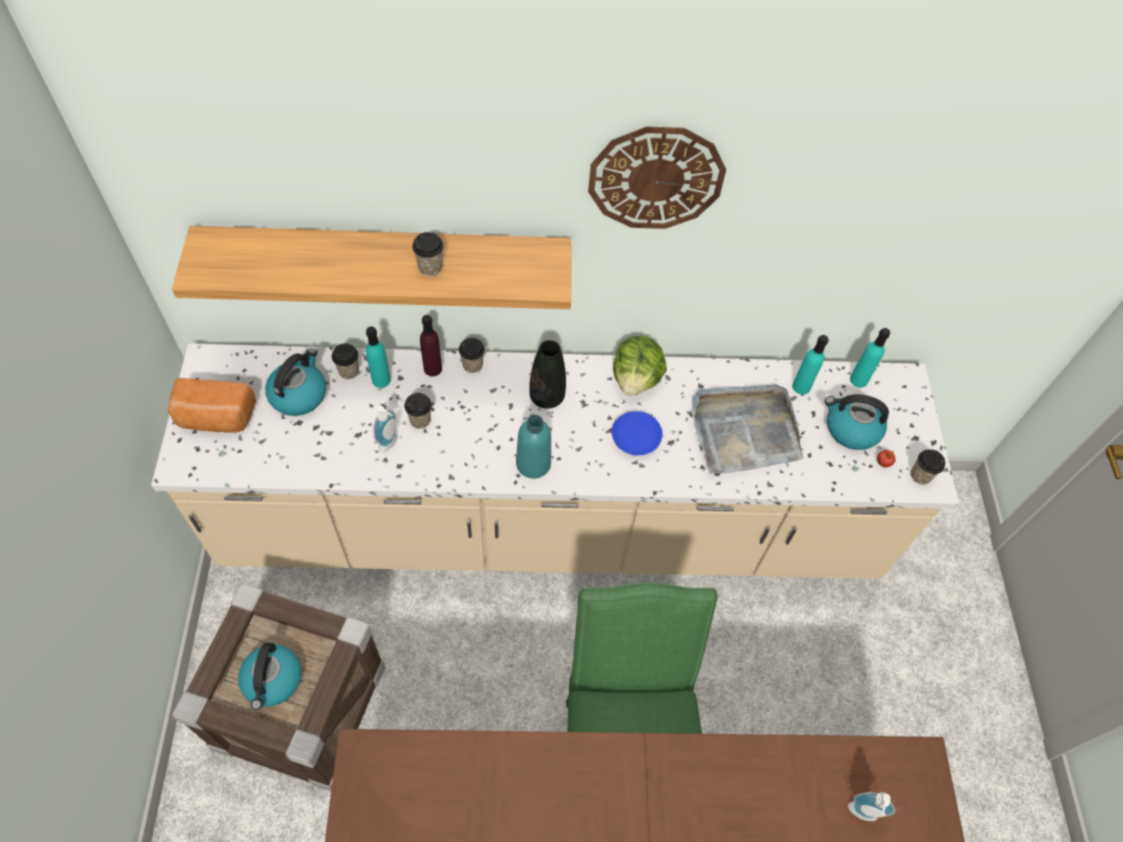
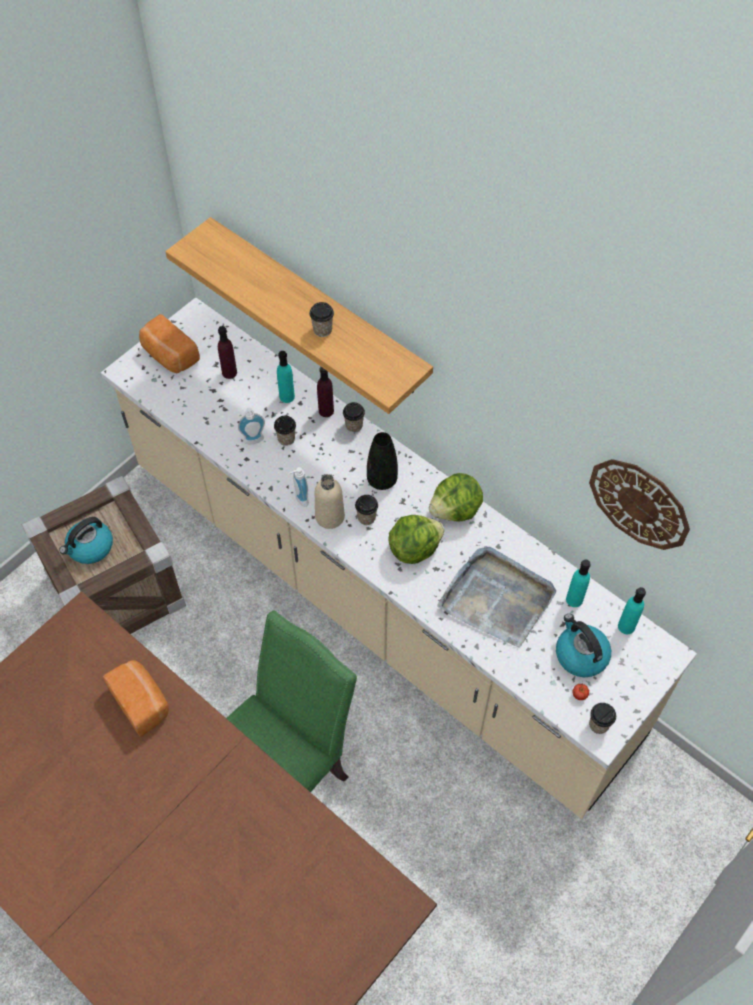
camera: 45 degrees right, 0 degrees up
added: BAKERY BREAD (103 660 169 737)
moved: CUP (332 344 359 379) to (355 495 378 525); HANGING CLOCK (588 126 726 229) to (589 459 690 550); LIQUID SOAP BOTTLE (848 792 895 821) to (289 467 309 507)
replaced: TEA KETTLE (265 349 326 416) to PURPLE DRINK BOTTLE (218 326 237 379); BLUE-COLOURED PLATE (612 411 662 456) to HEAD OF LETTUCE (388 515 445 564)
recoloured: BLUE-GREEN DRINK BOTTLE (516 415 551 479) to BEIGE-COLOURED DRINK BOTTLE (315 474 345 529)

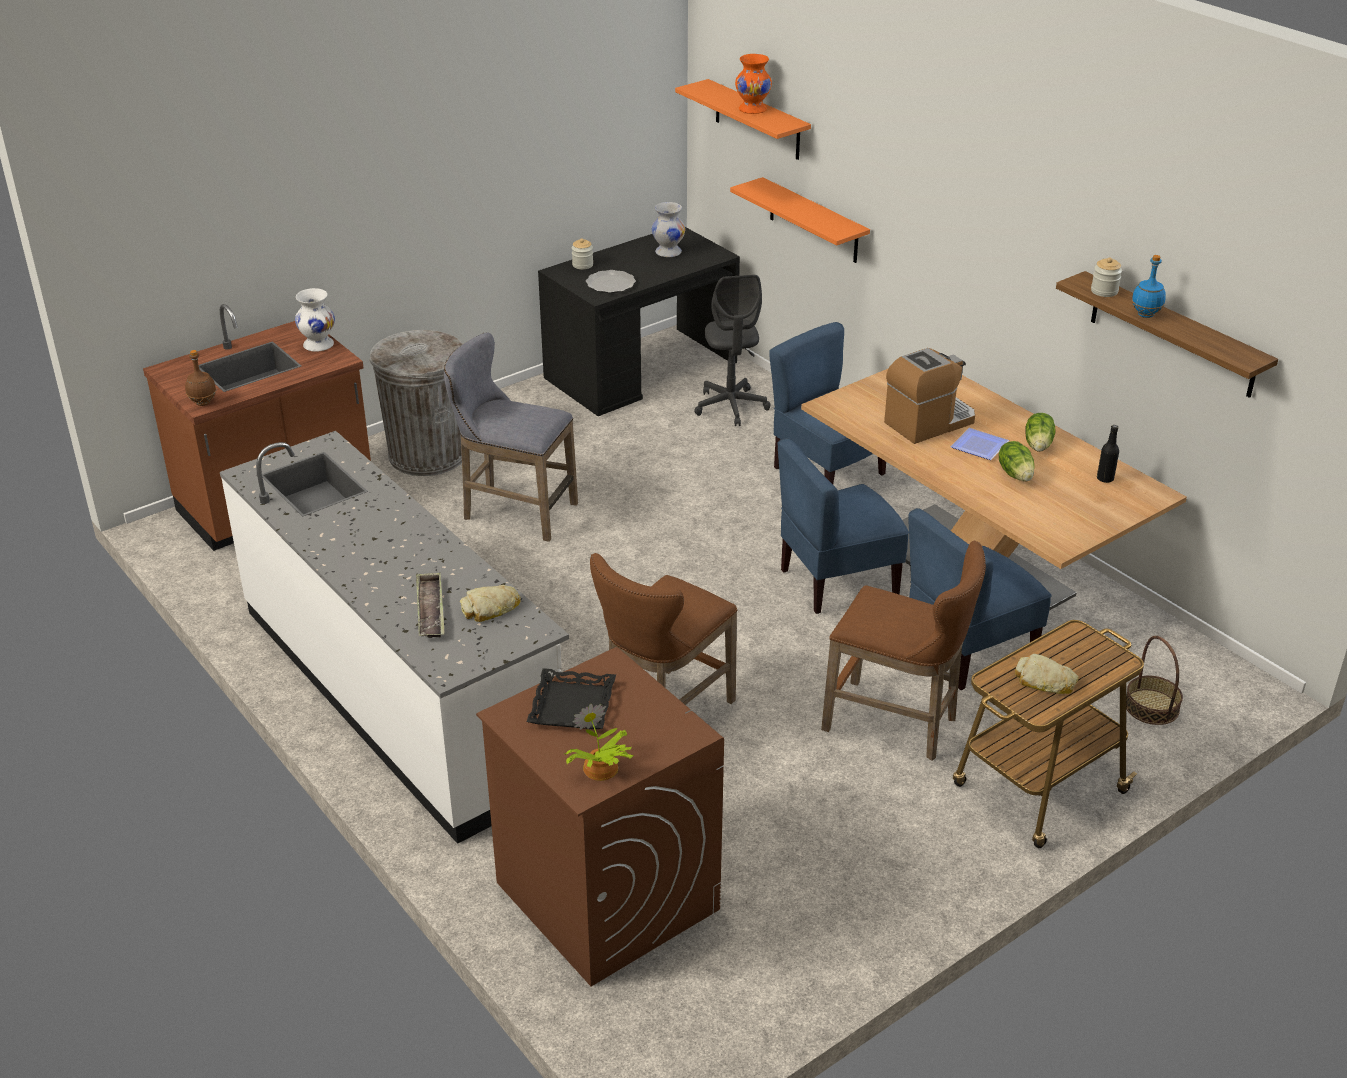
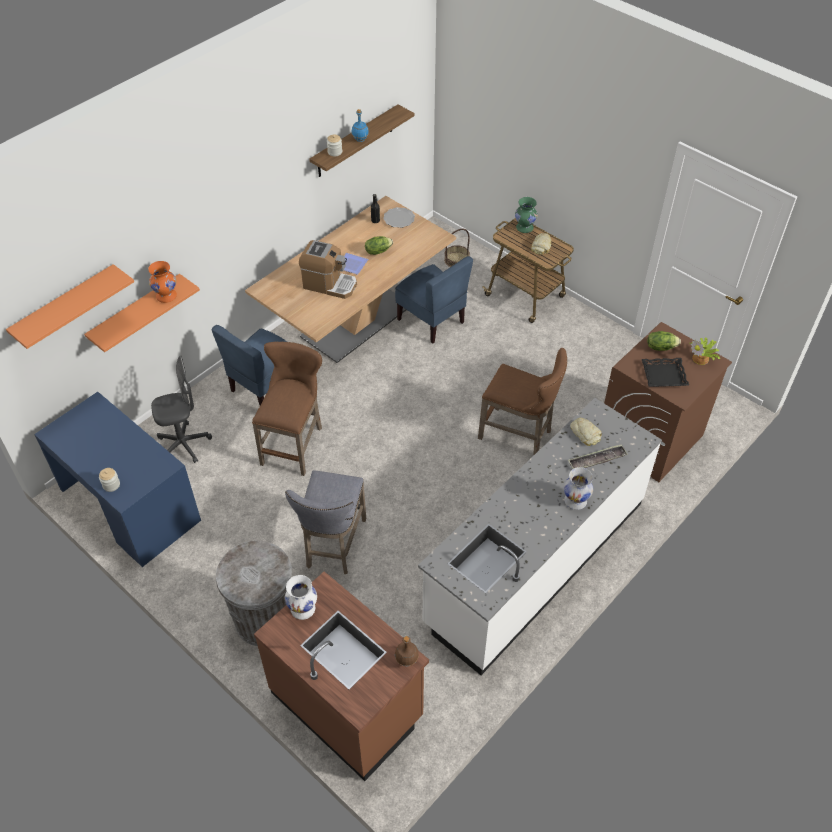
camera: 100 degrees left, 15 degrees up
removed: BLUE-COLOURED UPRIGHT CHAIR (778 438 909 614)
added: GREENISH VASE (515 197 538 233)
moved: PLATE (586 270 636 293) to (383 207 415 228); WHITE-COLOURED VASE (651 202 685 257) to (564 467 593 510); ORANGEY VASE (735 54 772 114) to (148 261 177 303); BROWN SITTING STOOL (821 541 986 761) to (252 342 322 476); HEAD OF LETTUCE (1026 413 1056 452) to (647 331 681 351)
recoloured: BLACK DESK (538 227 740 416) to BLUE-COLOURED DESK (34 392 201 567)
turned: COFFEE MAKER (884 348 975 444) = (299 240 357 299) 150 degrees clockwise

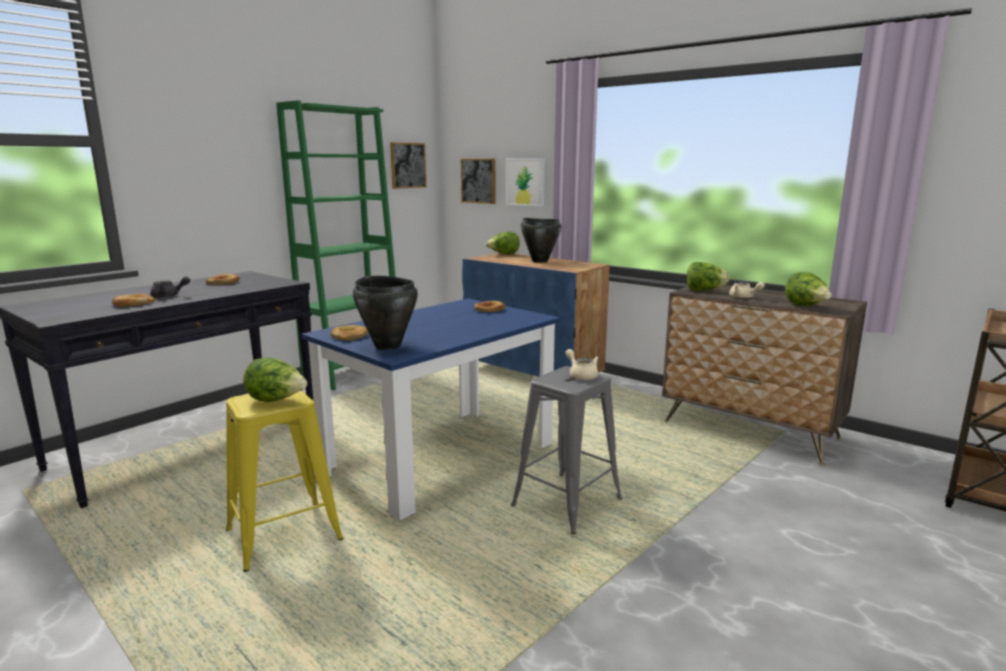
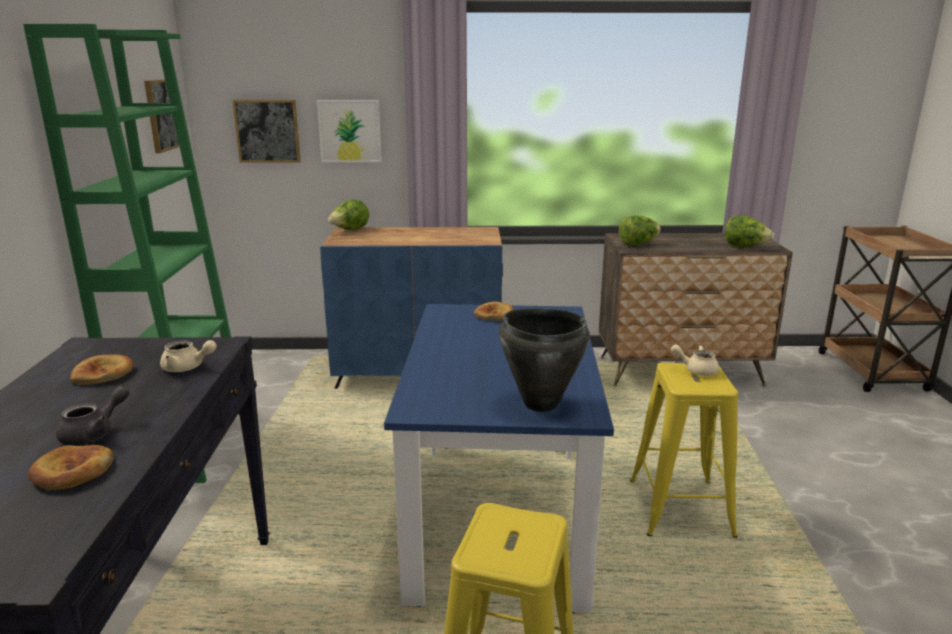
camera: 40 degrees left, 5 degrees up
removed: HEAD OF LETTUCE (243 358 307 402); BAKERY BREAD (330 325 369 341); BLACK COOKING POT (521 218 561 263)
moved: BEIGE-COLOURED TEAPOT (729 282 765 298) to (160 340 217 372)
recoloured: GREY SITTING STOOL (511 366 622 534) to YELLOWISH SITTING STOOL (630 363 738 538)

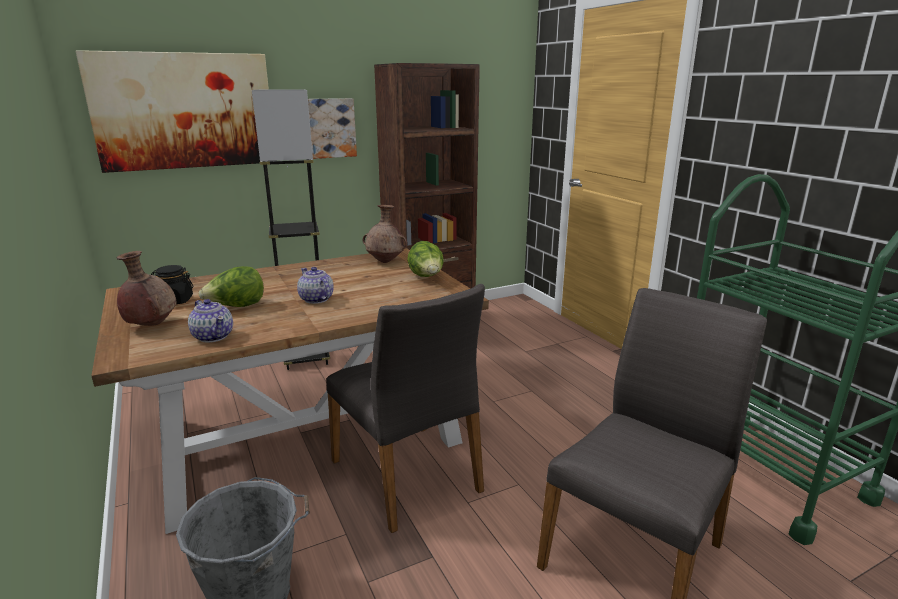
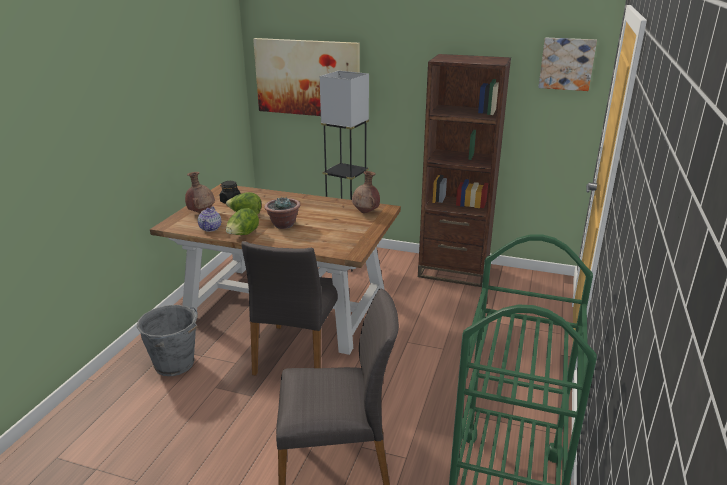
camera: 45 degrees right, 5 degrees up
moved: WALL ART (308 98 357 159) to (538 38 597 91); HEAD OF LETTUCE (407 241 444 277) to (226 208 259 235)
replaced: TEAPOT (297 267 334 304) to HOUSEPLANT (264 196 300 229)

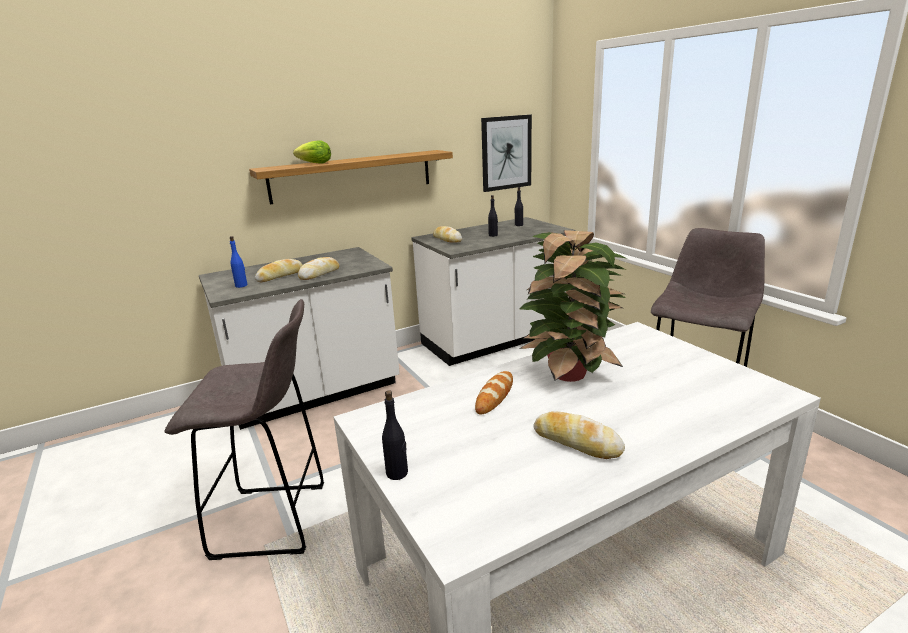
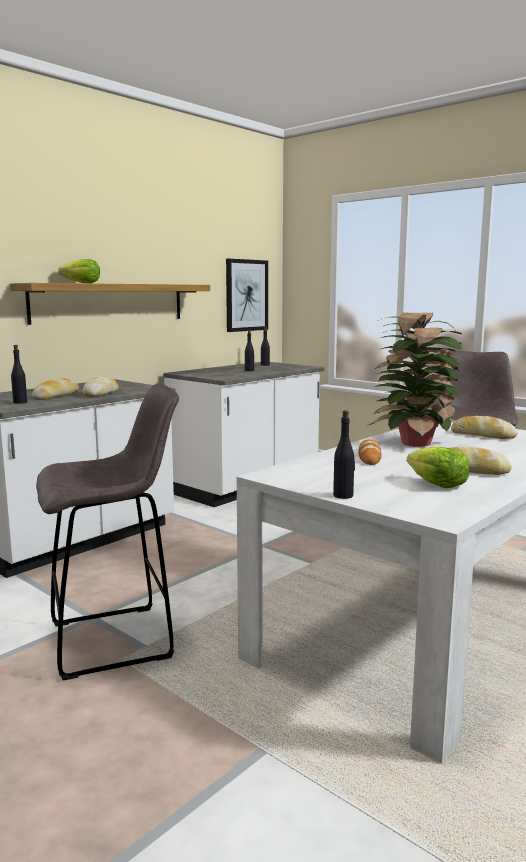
camera: 20 degrees left, 10 degrees down
added: HEAD OF LETTUCE (407 447 469 488)
moved: BAKERY BREAD (433 226 462 243) to (451 416 518 439)
recoloured: BLUE-COLOURED DRINK BOTTLE (230 236 248 288) to BLACK DRINK BOTTLE (11 345 27 404)

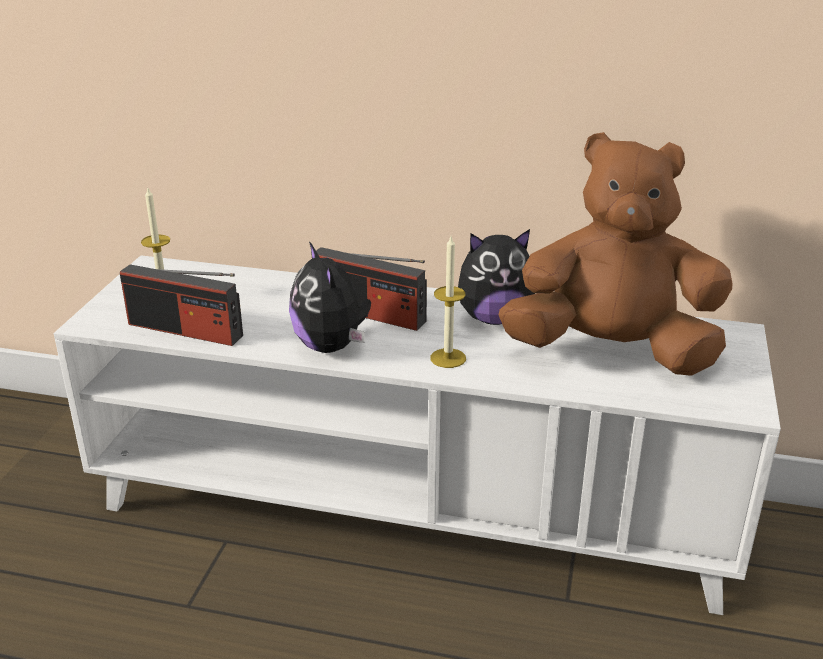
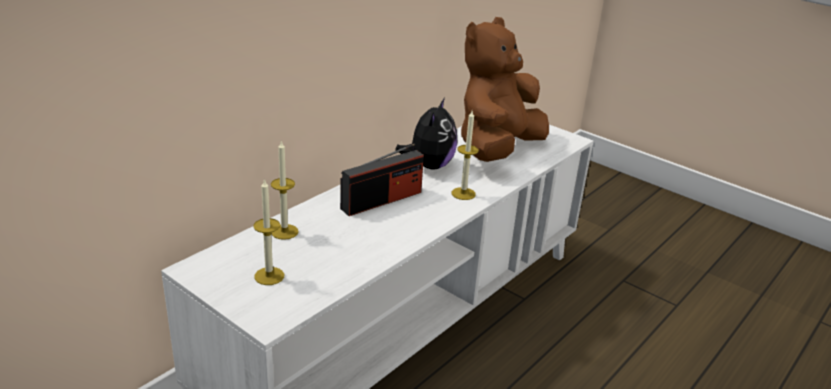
camera: 65 degrees left, 0 degrees up
removed: RADIO RECEIVER (120 264 243 346); CUDDLY TOY (289 242 371 353)
added: CANDLE (271 141 299 240)

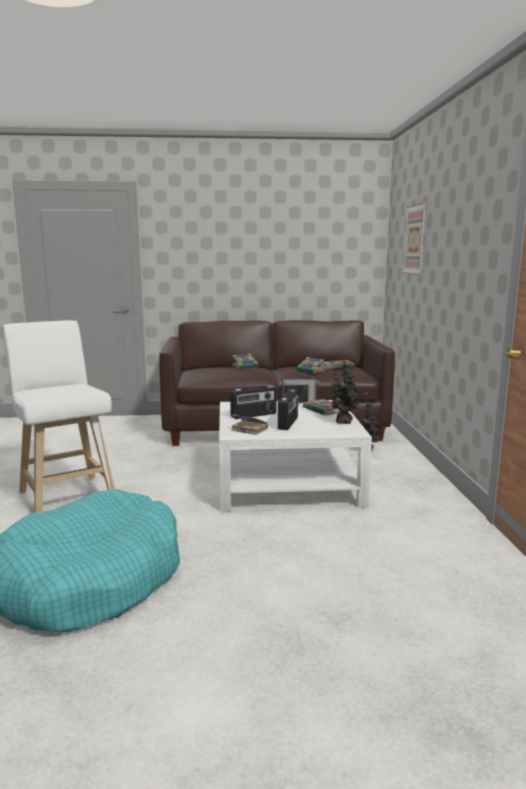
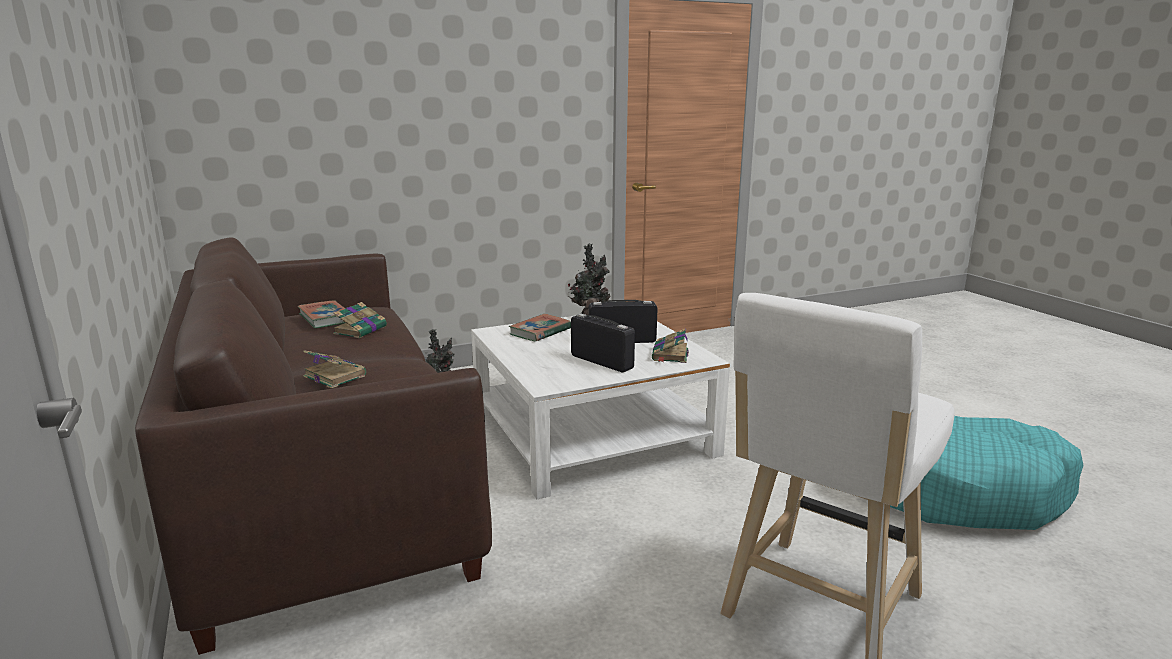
camera: 110 degrees left, 5 degrees up
removed: RADIO RECEIVER (279 369 319 403); WALL ART (403 202 427 275)

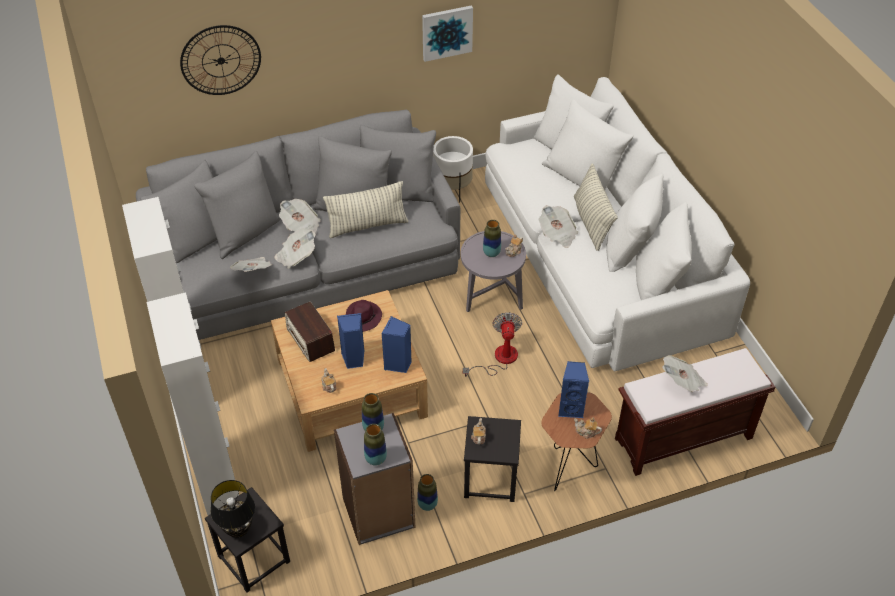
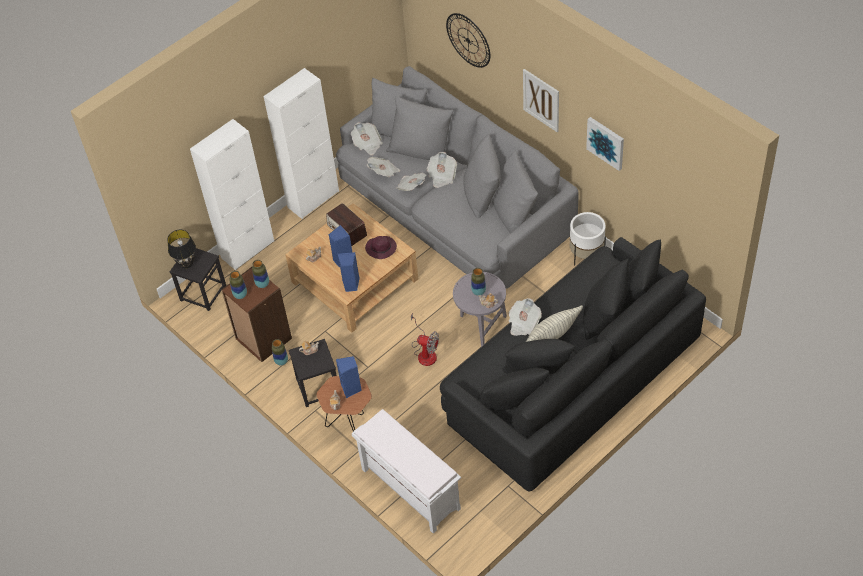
camera: 70 degrees right, 5 degrees up
removed: PILLOW (323 181 408 238)
added: WALL ART (523 69 559 132)
moved: PRINTED PAPER (662 355 708 392) to (351 122 383 155)
recoloured: GREY SHELVING UNIT (334 413 416 545) to BROWN SHELVING UNIT (221 267 292 362); WHITE-COLOURED COUCH (485 74 750 371) to BLACK COUCH (440 237 706 491); BROWN INDOOR BENCH (615 348 775 476) to WHITE-COLOURED INDOOR BENCH (352 409 461 534)
turned: RADIO RECEIVER (285 302 335 362) = (326 203 367 246) 75 degrees counterclockwise; COOLING FAN (463 312 522 377) = (411 313 439 366) 45 degrees clockwise

